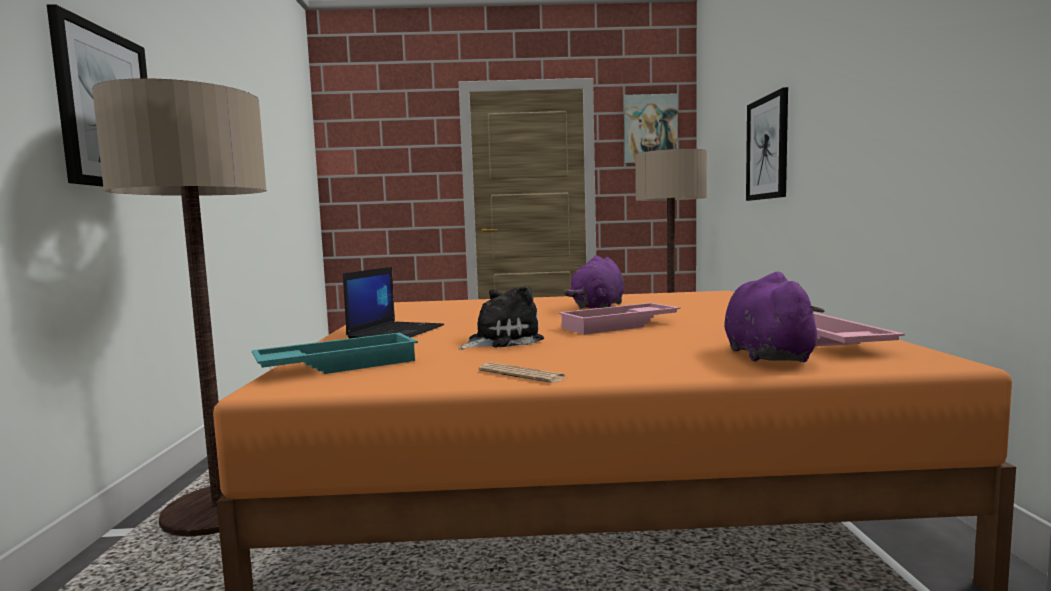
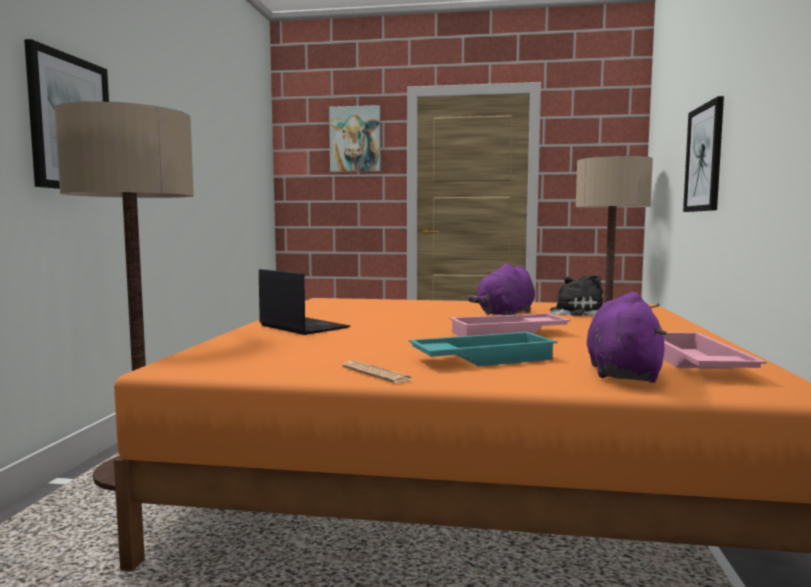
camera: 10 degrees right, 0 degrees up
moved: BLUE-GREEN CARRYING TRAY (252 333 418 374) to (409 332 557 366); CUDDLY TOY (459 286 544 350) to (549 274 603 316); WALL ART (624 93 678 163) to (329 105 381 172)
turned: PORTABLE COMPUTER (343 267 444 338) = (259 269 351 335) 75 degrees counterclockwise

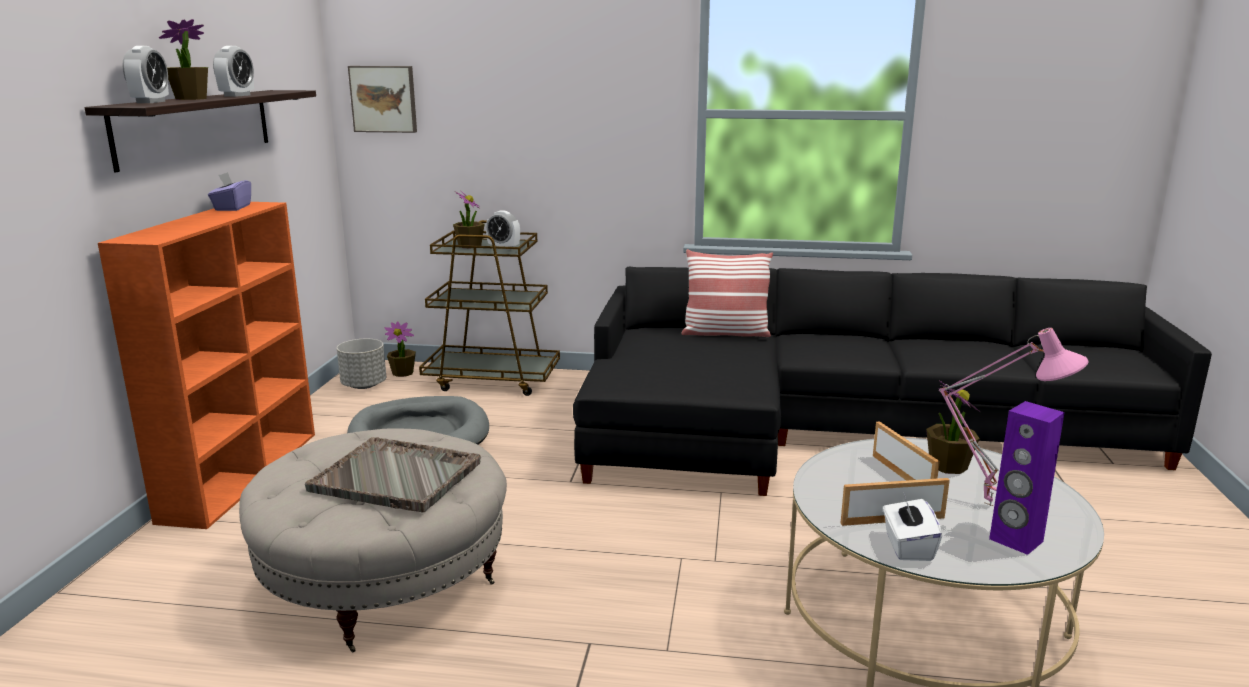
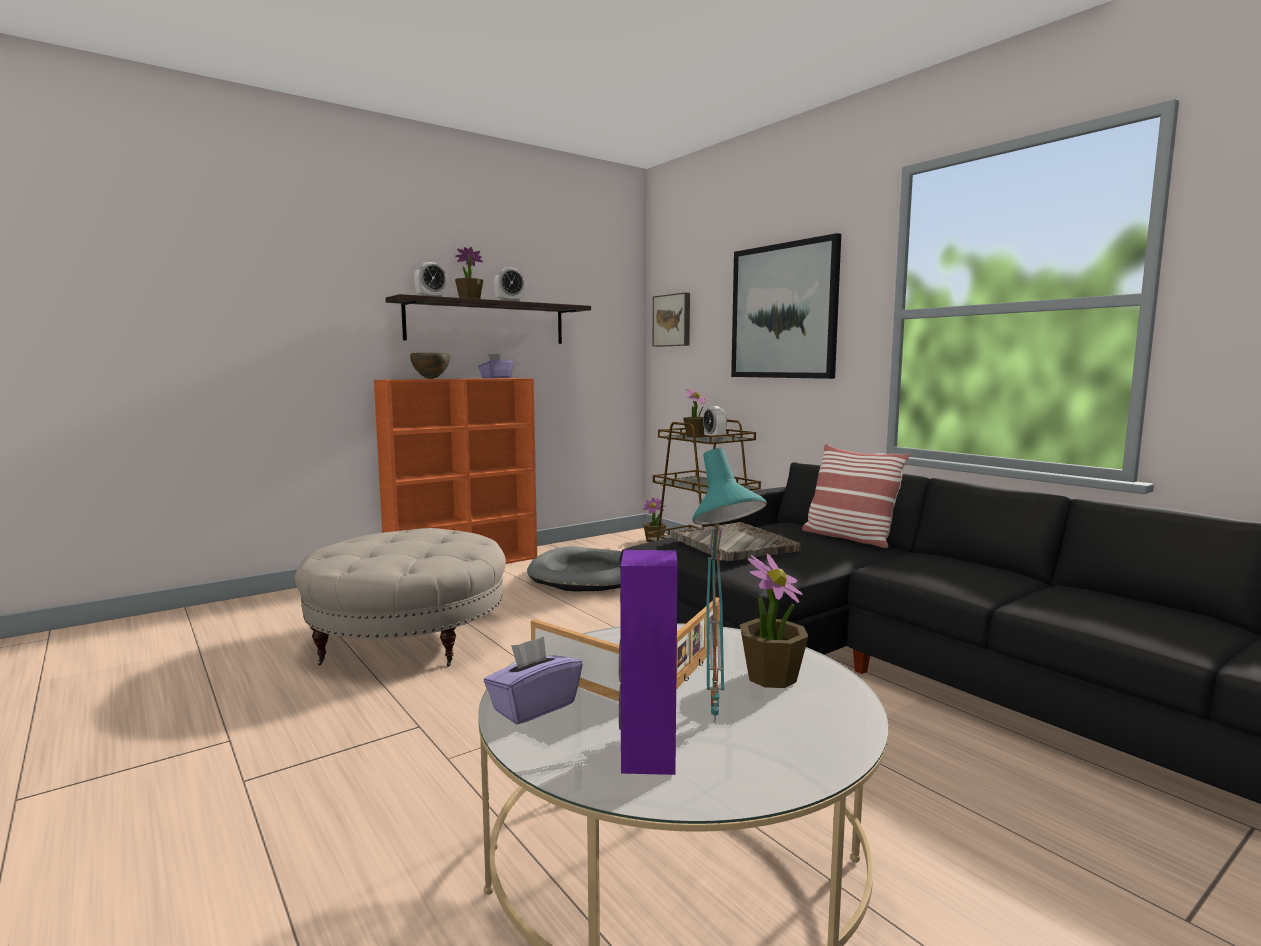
camera: 45 degrees right, 10 degrees down
removed: GREY PLANTER (337 339 386 389)
added: BROWN BOWL (410 353 450 379); WALL ART (731 233 841 379)
moved: GREY CARRYING TRAY (305 437 481 513) to (671 522 801 561)
recoloured: WHITE-COLOURED BOX OF TISSUES (883 494 942 561) to PURPLE BOX OF TISSUES (484 636 583 725); PINK TABLE LAMP (939 328 1089 506) to BLUE-GREEN TABLE LAMP (692 448 767 722)

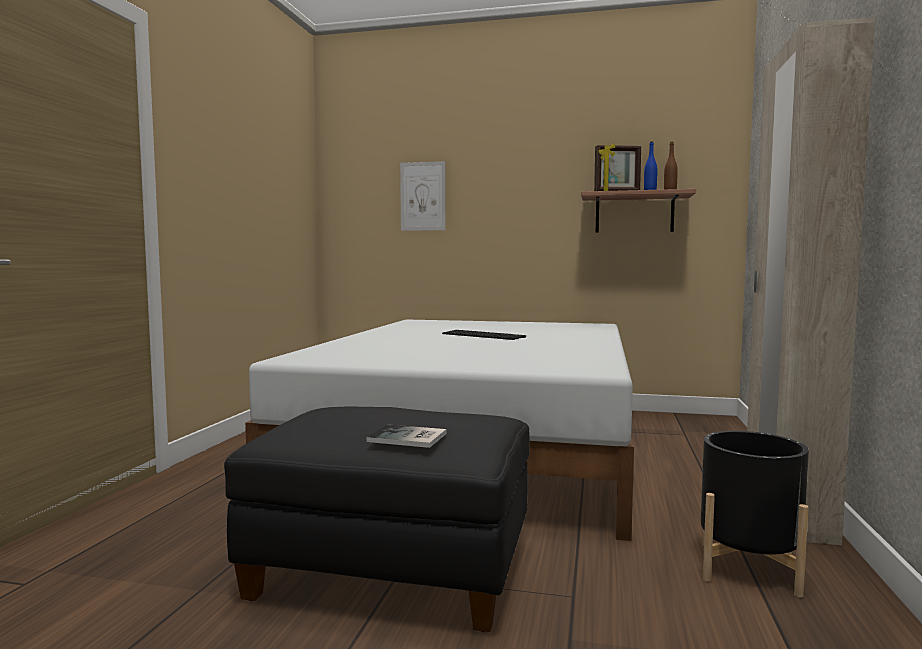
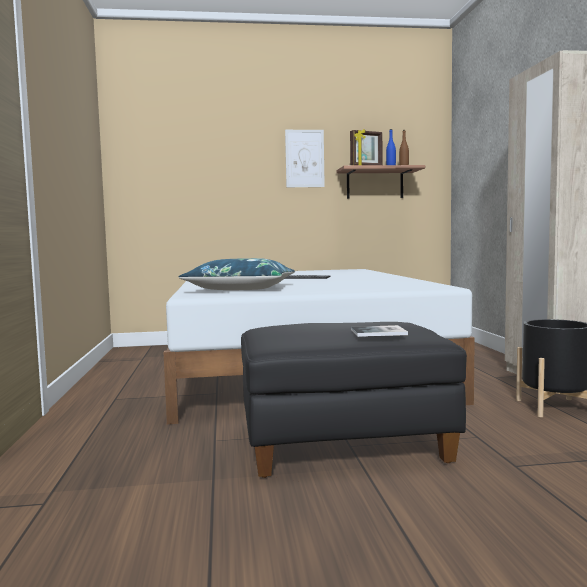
camera: 20 degrees left, 0 degrees up
added: BLUE-COLOURED PILLOW (179 258 295 290)
moved: WALL ART (400 161 445 231) to (285 130 325 187)

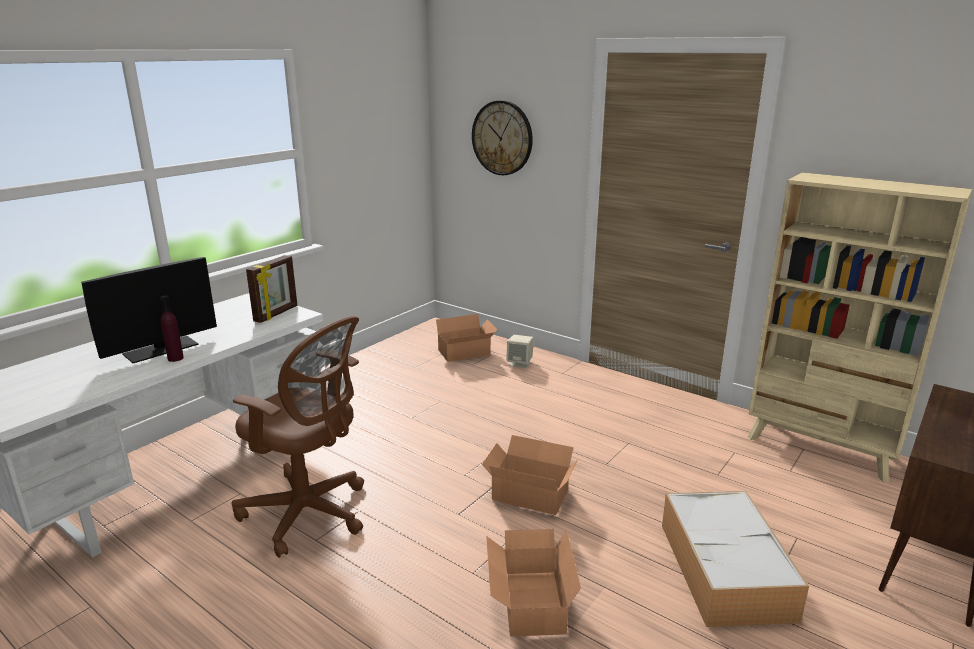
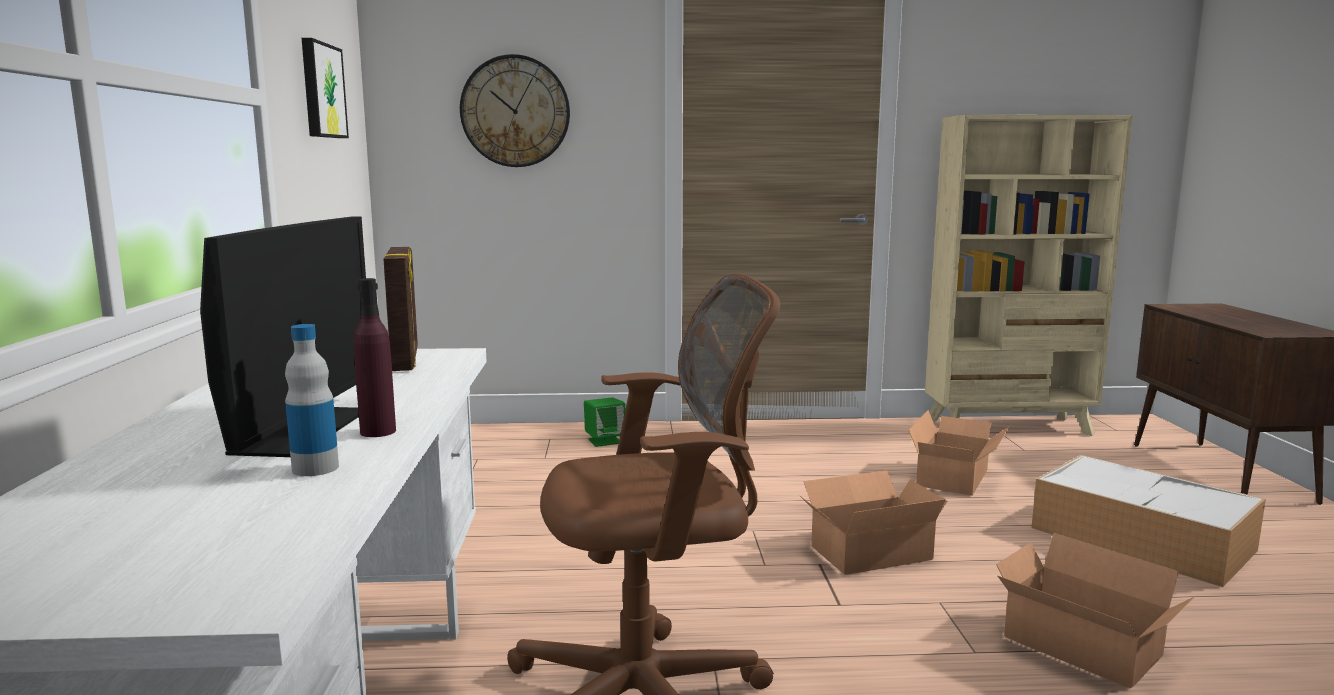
camera: 40 degrees left, 10 degrees down
added: DRINK BOTTLE (285 324 339 476); WALL ART (302 38 349 138)
moved: CARDBOARD BOX (435 314 497 362) to (909 410 1010 496)
recoloured: BEIGE-COLOURED AUDIO SPEAKER (506 335 534 368) to GREENISH AUDIO SPEAKER (584 397 626 447)

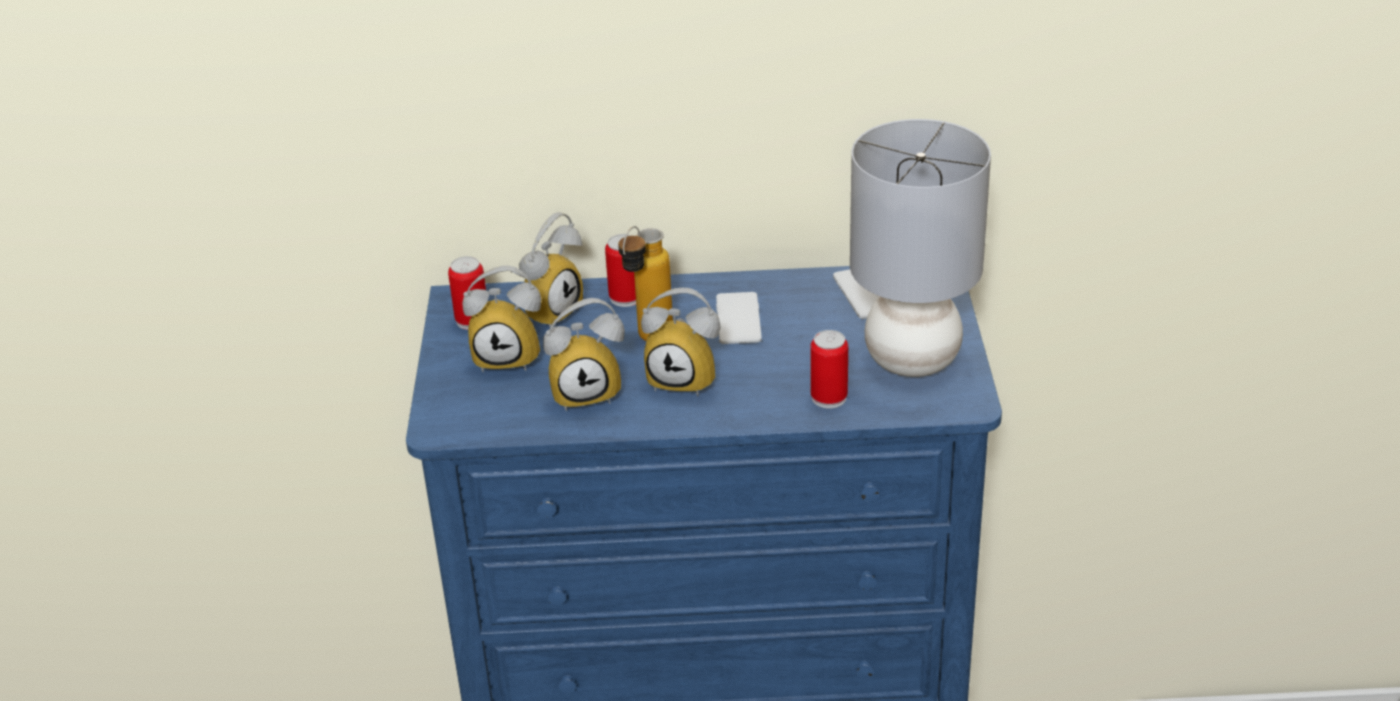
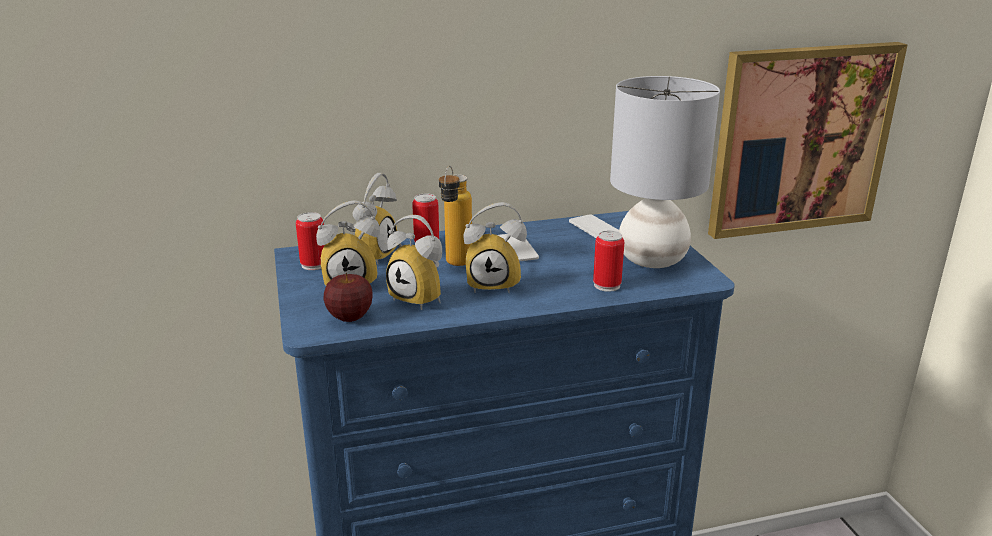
camera: 15 degrees left, 10 degrees down
added: APPLE FRUIT (324 273 373 322); WALL ART (708 42 908 239)
turned: ALARM CLOCK (543 298 625 411) = (386 215 442 310) 60 degrees clockwise

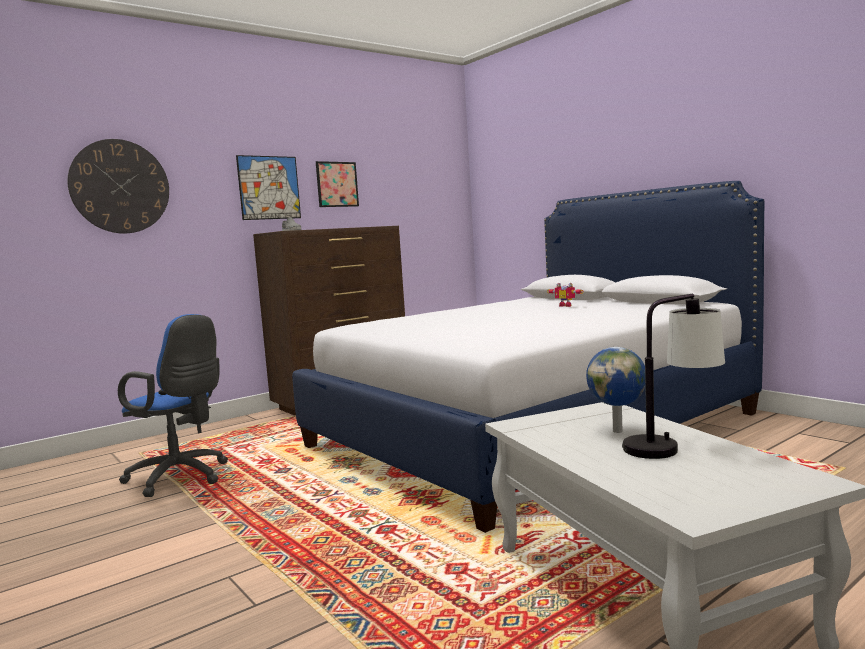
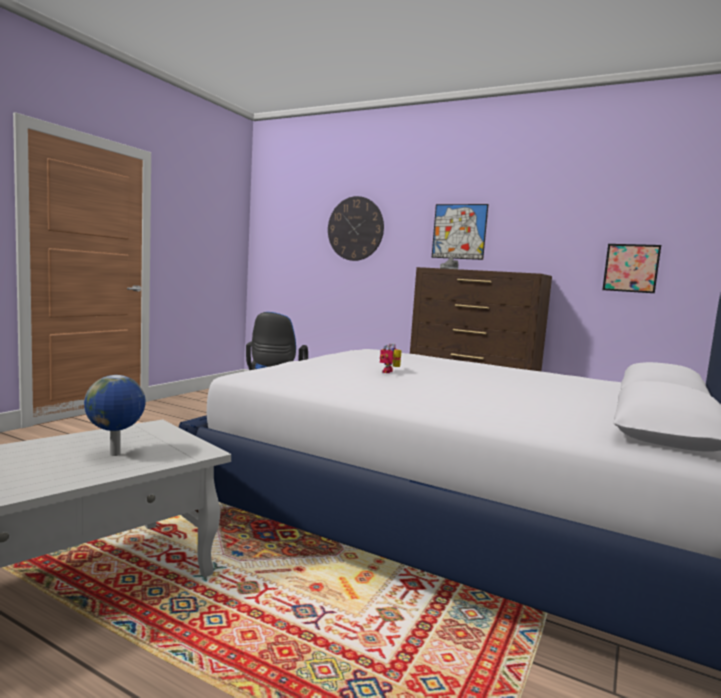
camera: 65 degrees right, 0 degrees up
removed: TABLE LAMP (622 294 725 459)
moved: WALL ART (316 161 359 207) to (602 244 661 293); MODEL ROBOT (547 283 584 307) to (380 343 402 373)

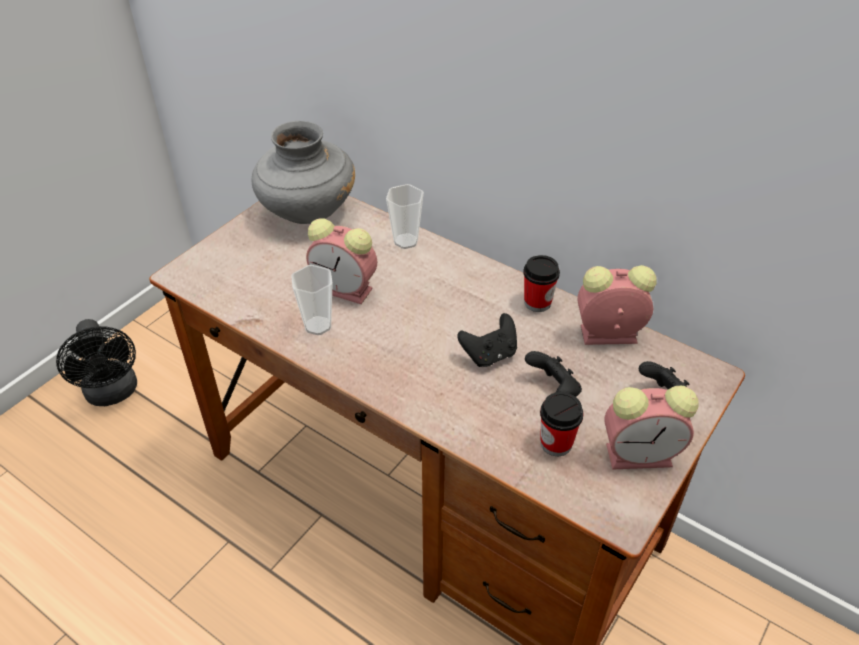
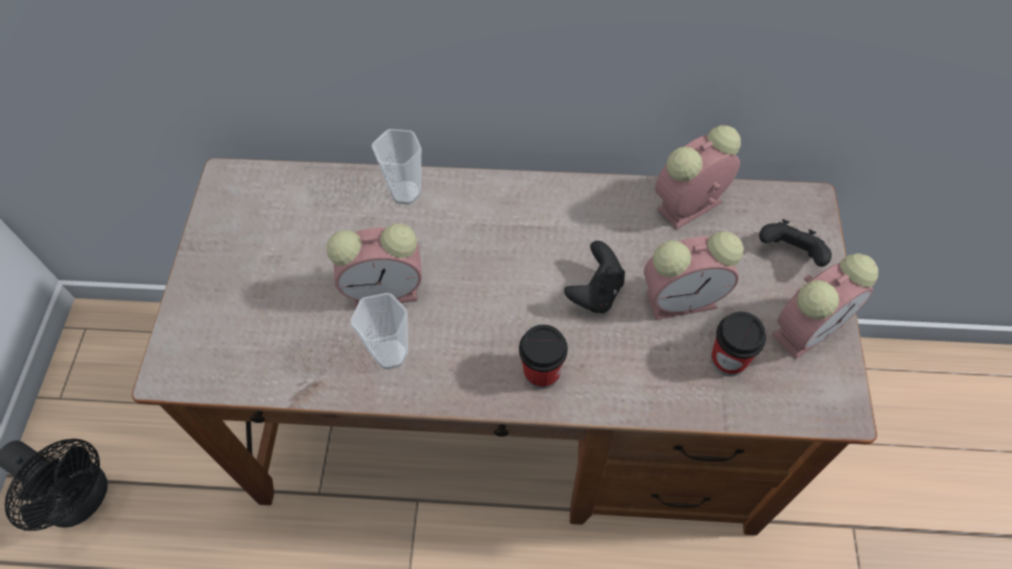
camera: 30 degrees left, 15 degrees up
removed: GREY VASE (252 121 355 224)
moved: CUP (523 255 560 312) to (519 325 568 389)
replaced: BLACK GAME CONTROLLER (525 351 582 397) to ALARM CLOCK (644 231 743 320)

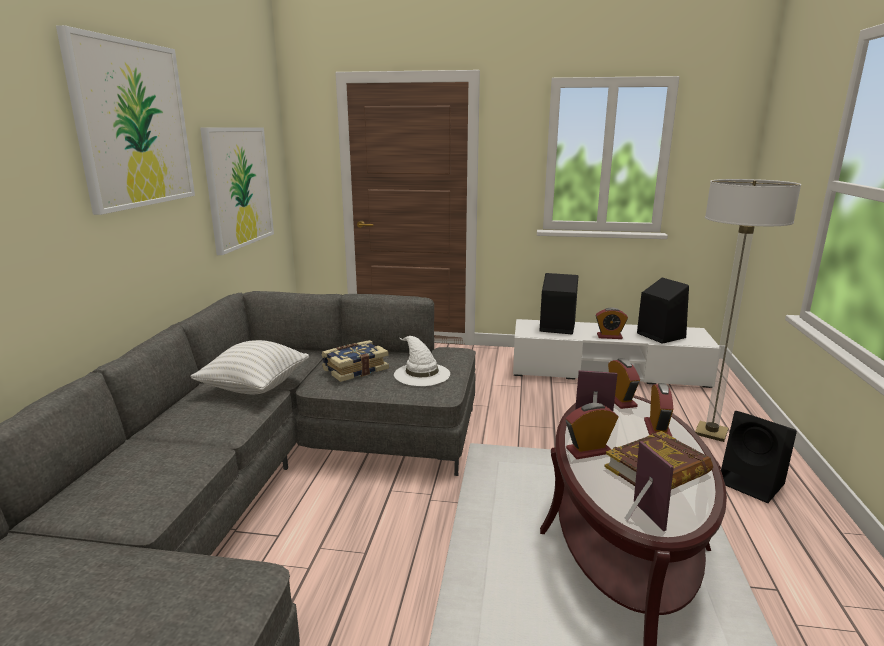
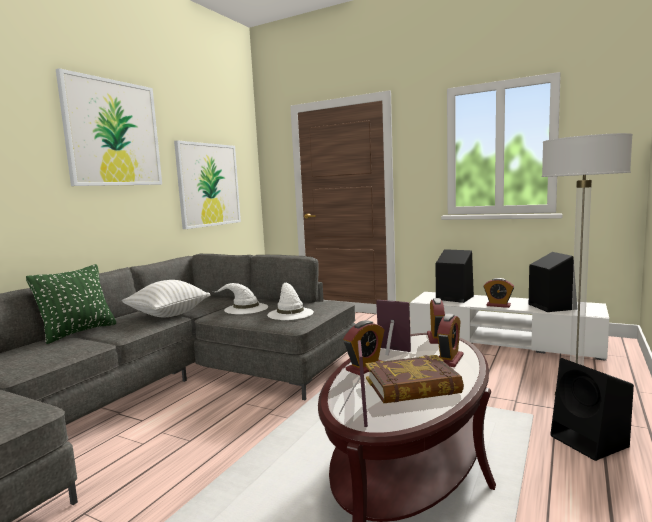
camera: 20 degrees right, 10 degrees down
added: GREENISH PILLOW (26 264 116 344)
replaced: BOUND BOOK (322 340 389 382) to WHITE-COLOURED HAT (212 283 268 314)
turned: ALARM CLOCK (566 403 619 459) = (343 320 384 375) 135 degrees clockwise

